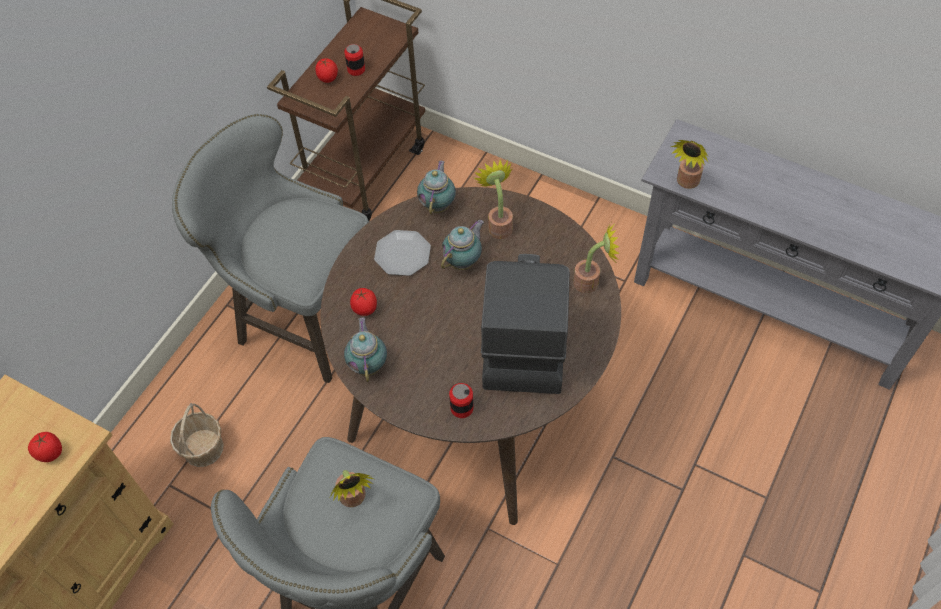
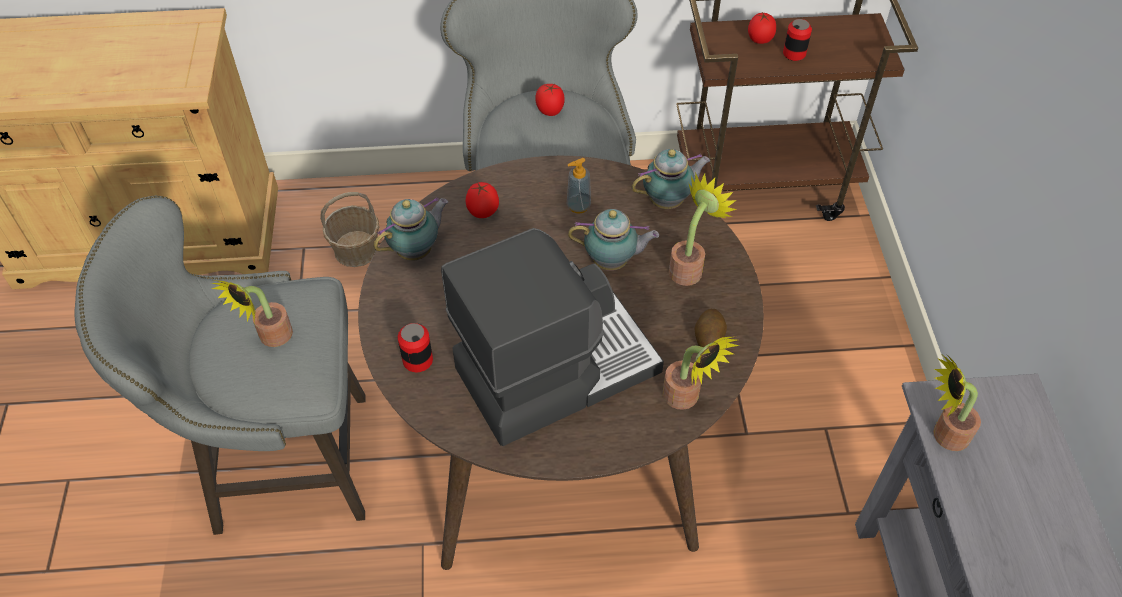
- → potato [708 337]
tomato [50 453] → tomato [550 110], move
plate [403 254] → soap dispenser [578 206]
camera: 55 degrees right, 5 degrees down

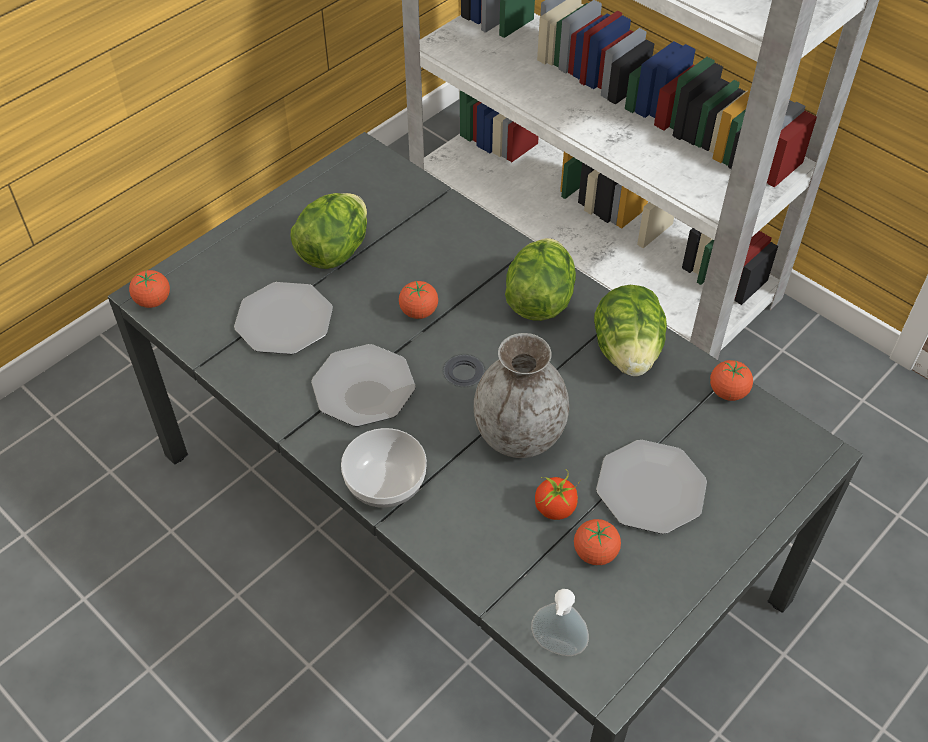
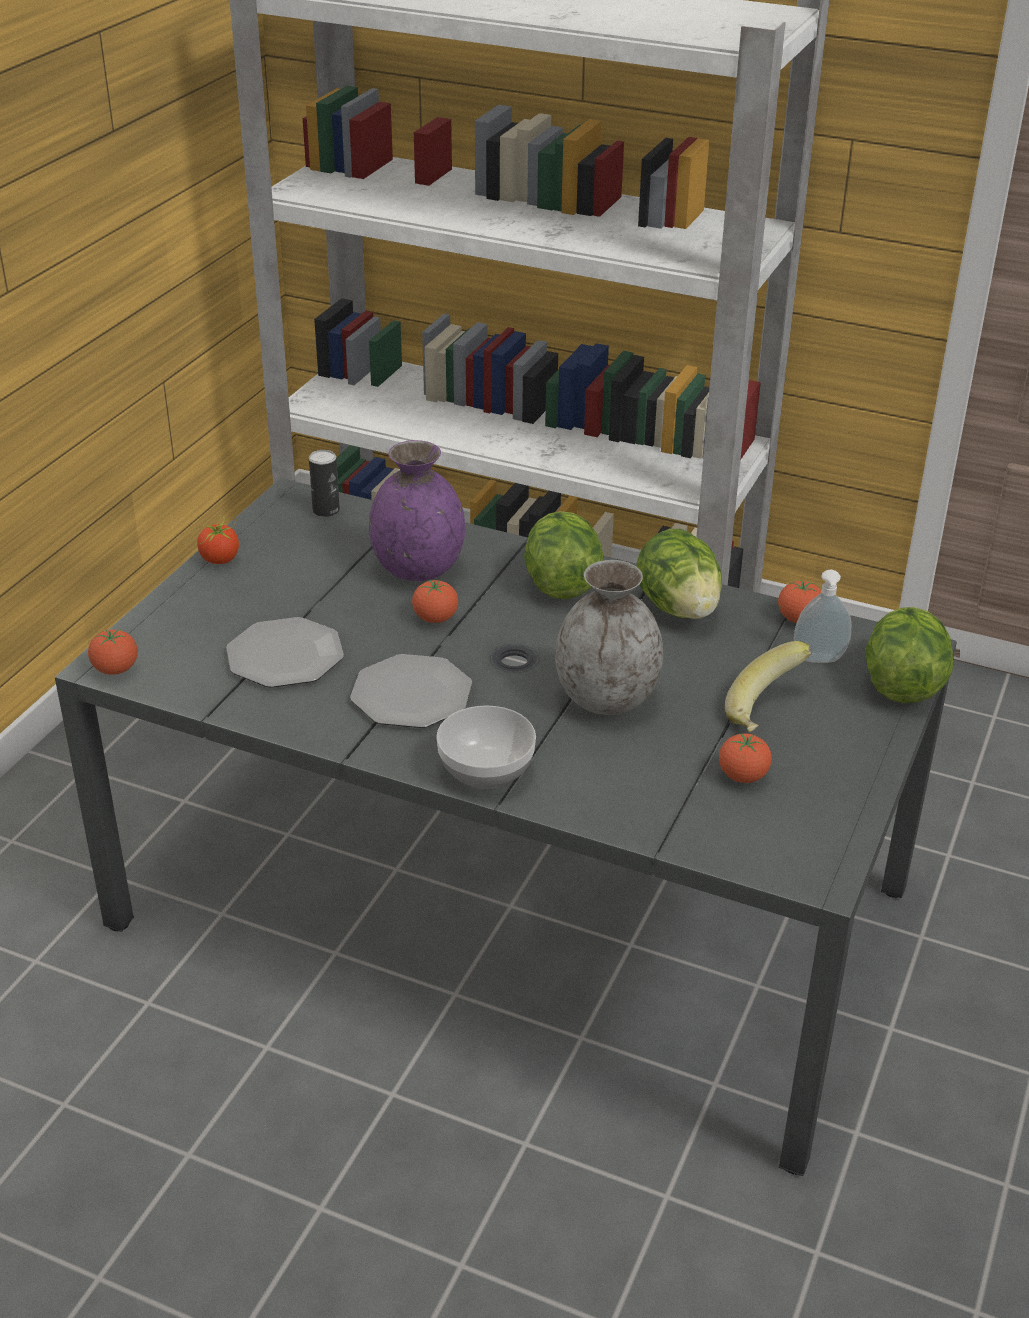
- → can [326 510]
- → purple vase [417 568]
lettuce [334 251] → lettuce [902 685], move
soap dispenser [556 648] → soap dispenser [819 660], move
tomato [555 508] → tomato [220 559], move
plate [650 488] → banana [767 712]
camera: 20 degrees left, 15 degrees down

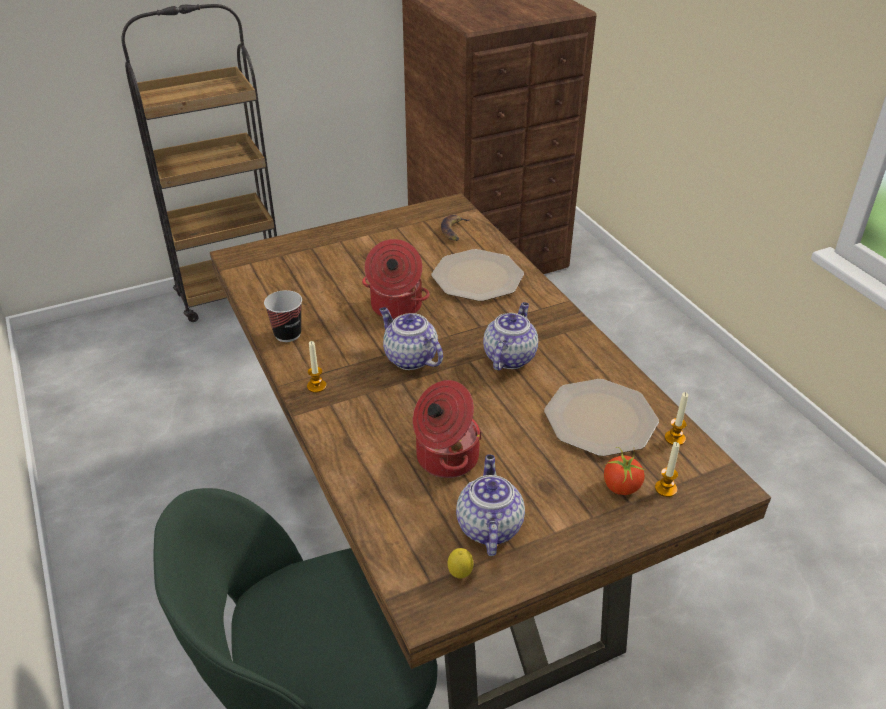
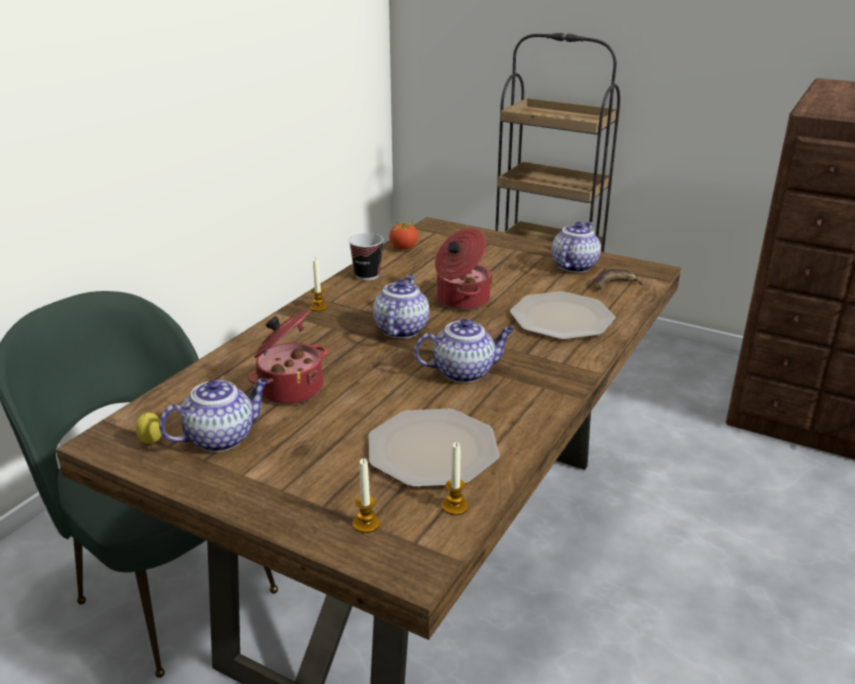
- → teapot [574 266]
tomato [621 487] → tomato [404 247], move
camera: 55 degrees right, 10 degrees down

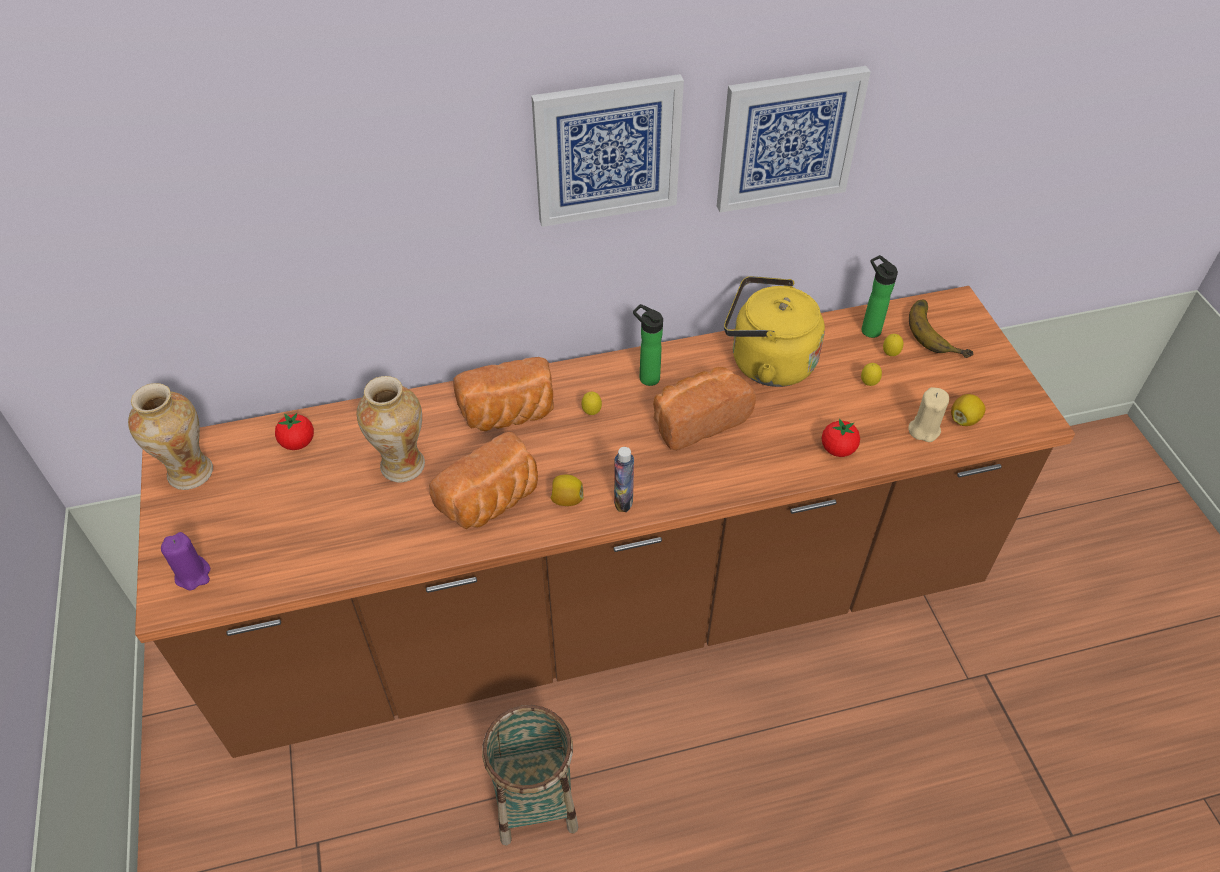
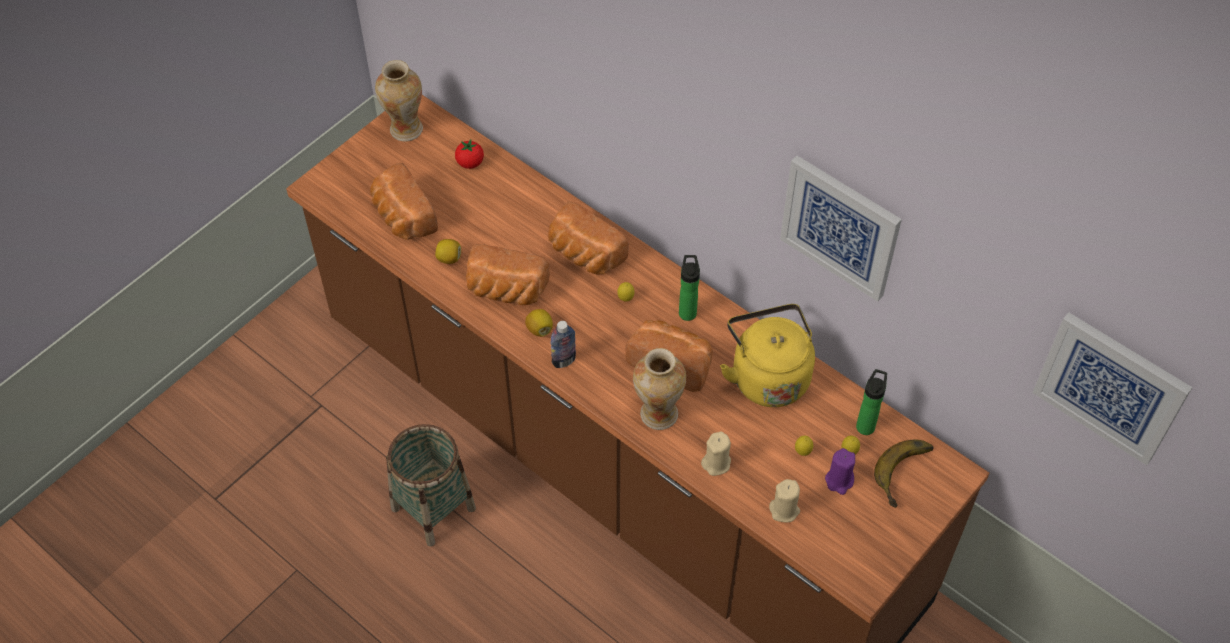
- → bread [402 217]
purple candle [193 575] → purple candle [839 481], move
vase [402 466] → vase [657 414], move
picture [606 150] → picture [1111 386], move
lemon [964 419] → lemon [449 258], move
tomato [838 449] → beige candle [716 463]
camera: 55 degrees right, 5 degrees up

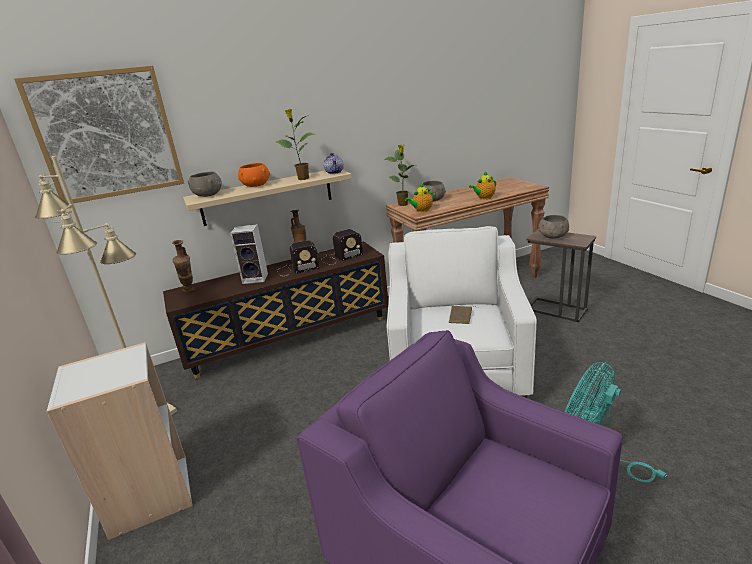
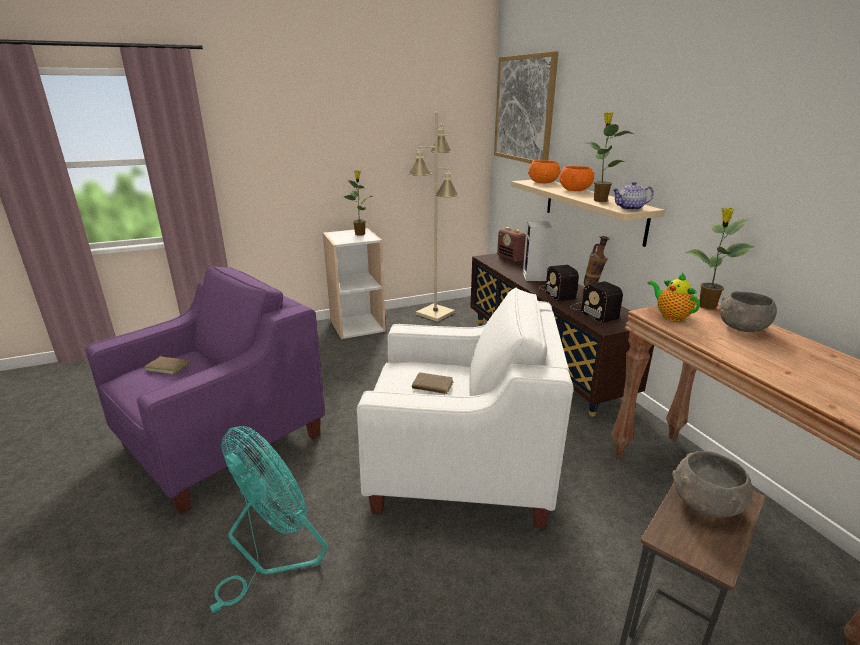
teapot [484 198] → -
- → brown book [169 366]
- → potted plant [360 233]
vase [190 291] → radio [510 258]
grey bowl [208 195] → orange bowl [543 182]
camera: 90 degrees right, 0 degrees up

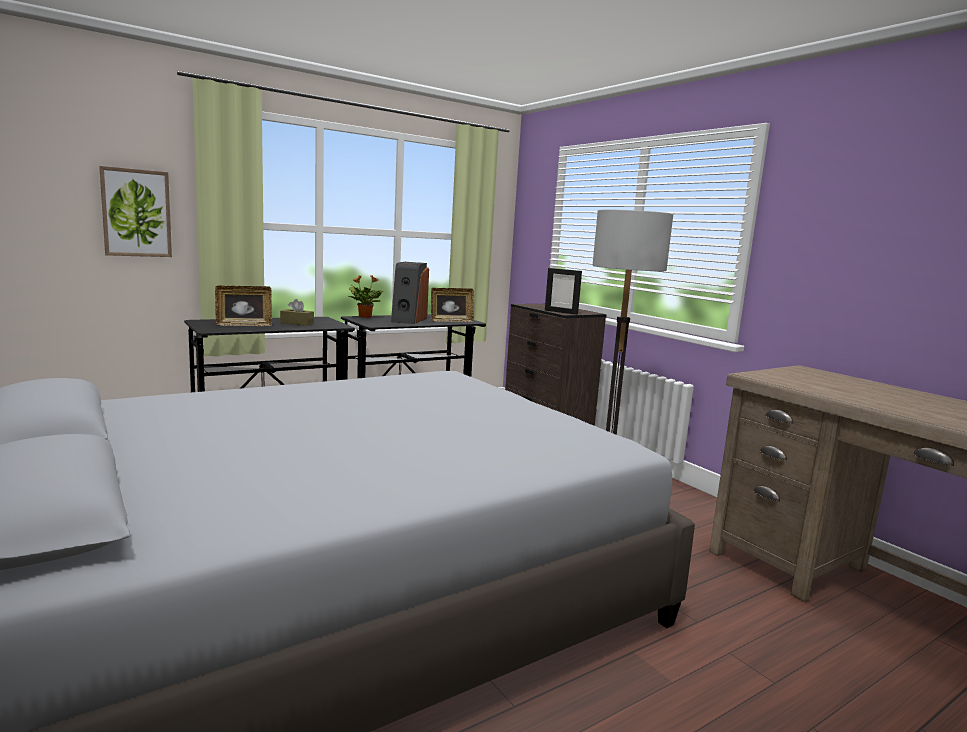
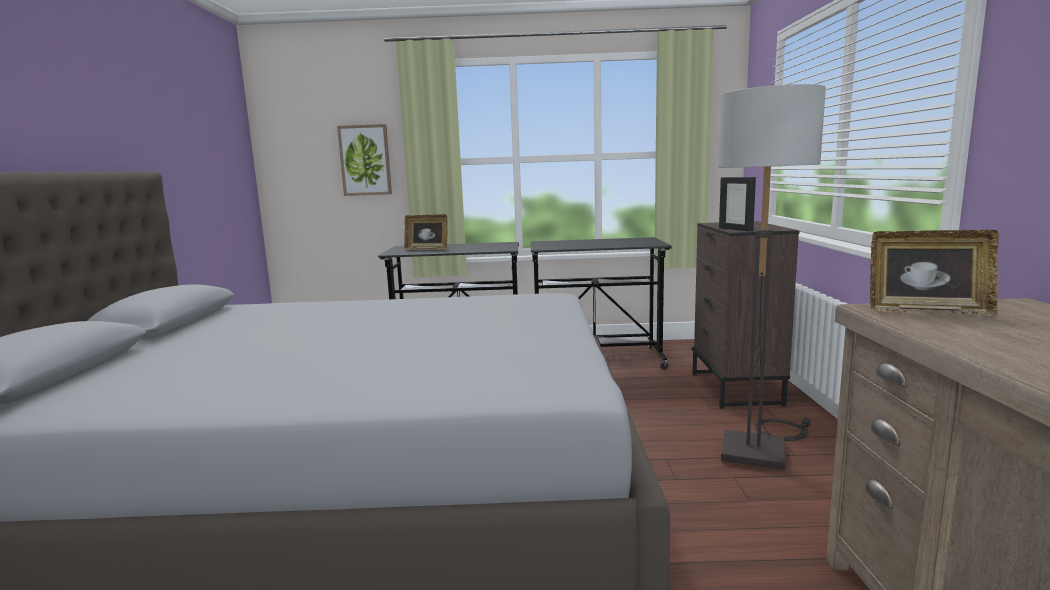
brown tissue box [297 323] → -
potted plant [364 317] → -
speaker [408 320] → -
picture frame [451 321] → picture frame [927 311], move
camera: 35 degrees right, 0 degrees up

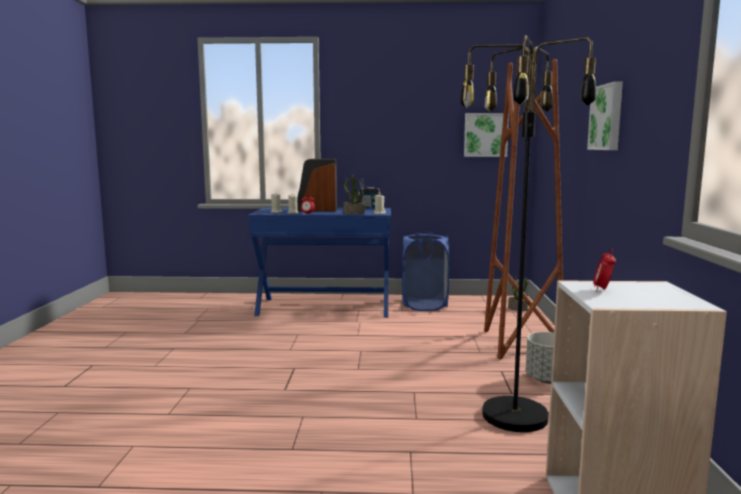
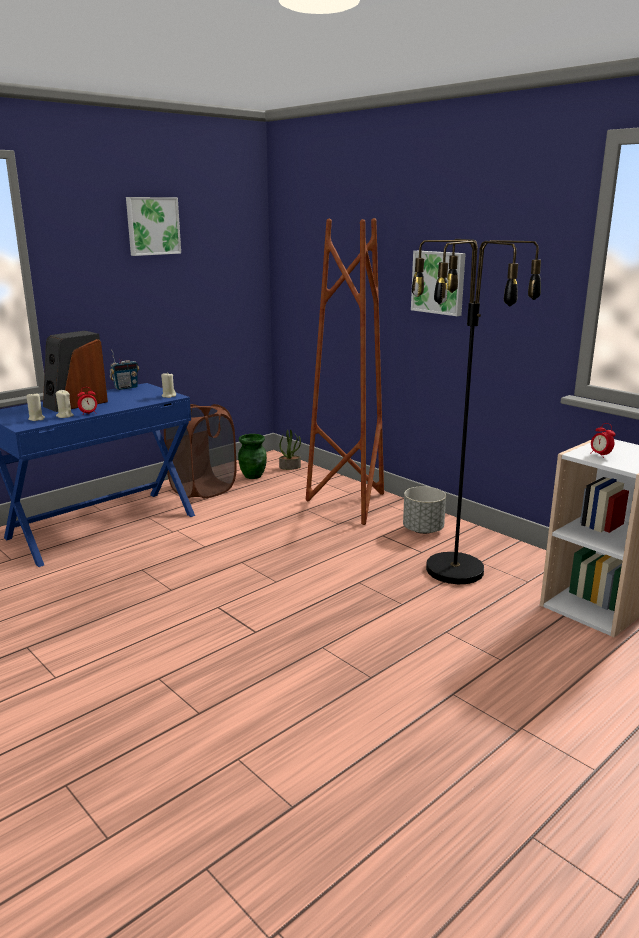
potted plant [353 213] → -
- → green vase [253 476]
picture [485 135] → picture [152 226], move
blue laundry basket [424 305] → brown laundry basket [202 489]
camera: 45 degrees left, 10 degrees up

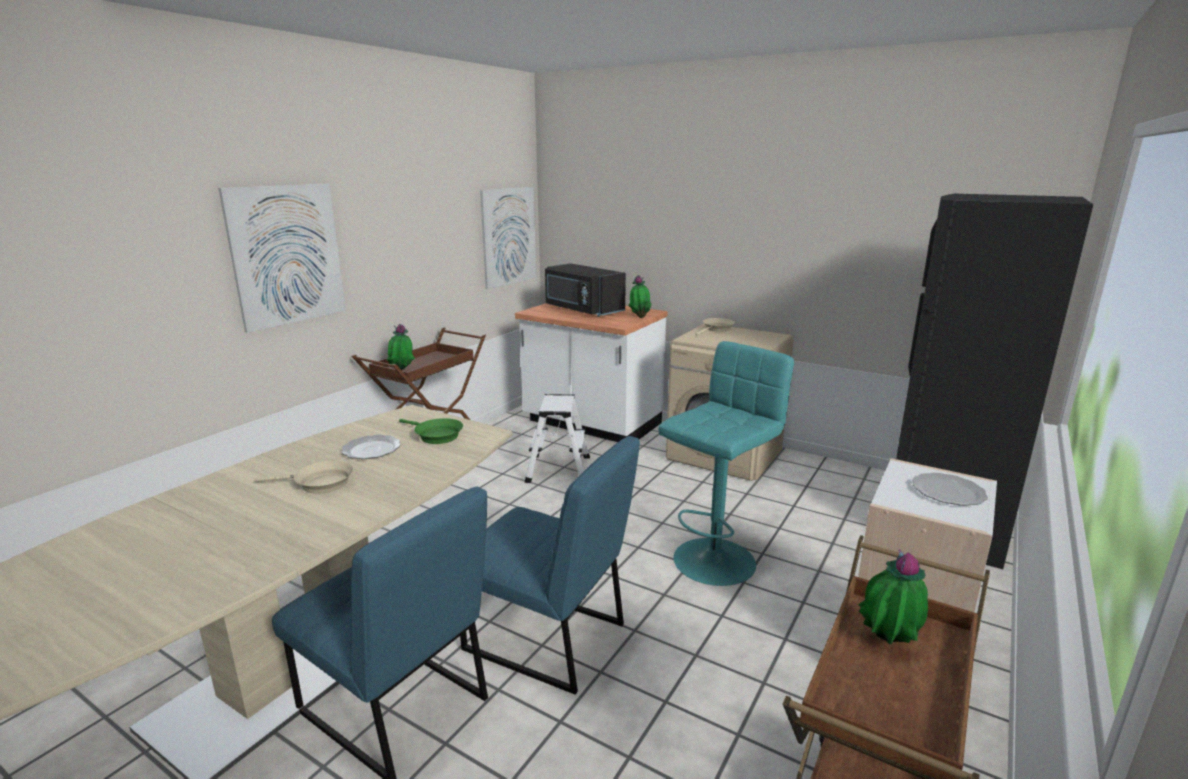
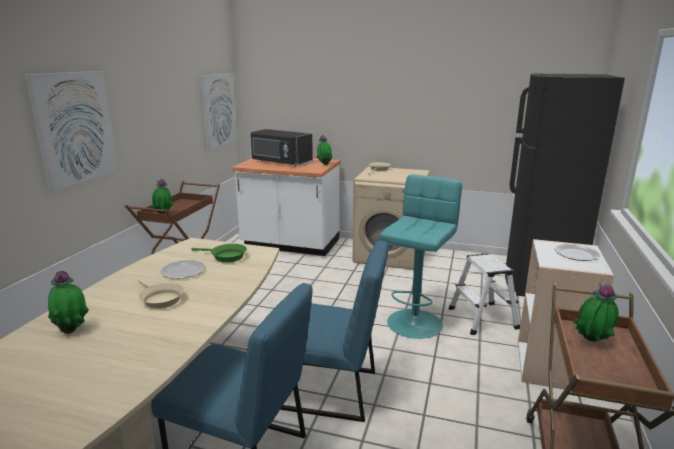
- → potted plant [72 330]
white step ladder [558 469] → white step ladder [482 318], move
beige frying pan [319 484] → beige frying pan [160 299], 60 degrees clockwise
camera: 15 degrees left, 0 degrees up

